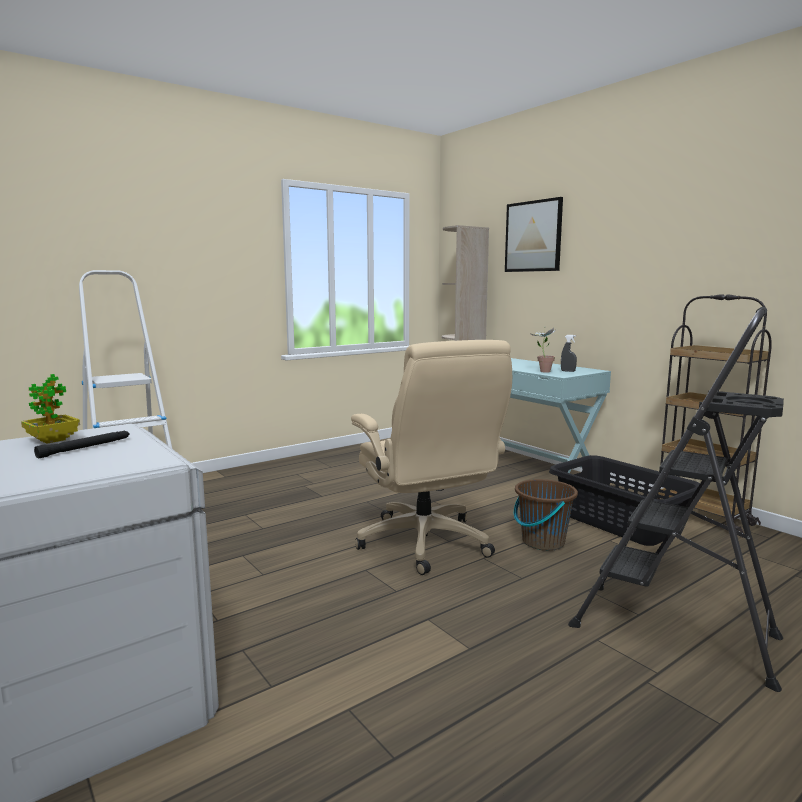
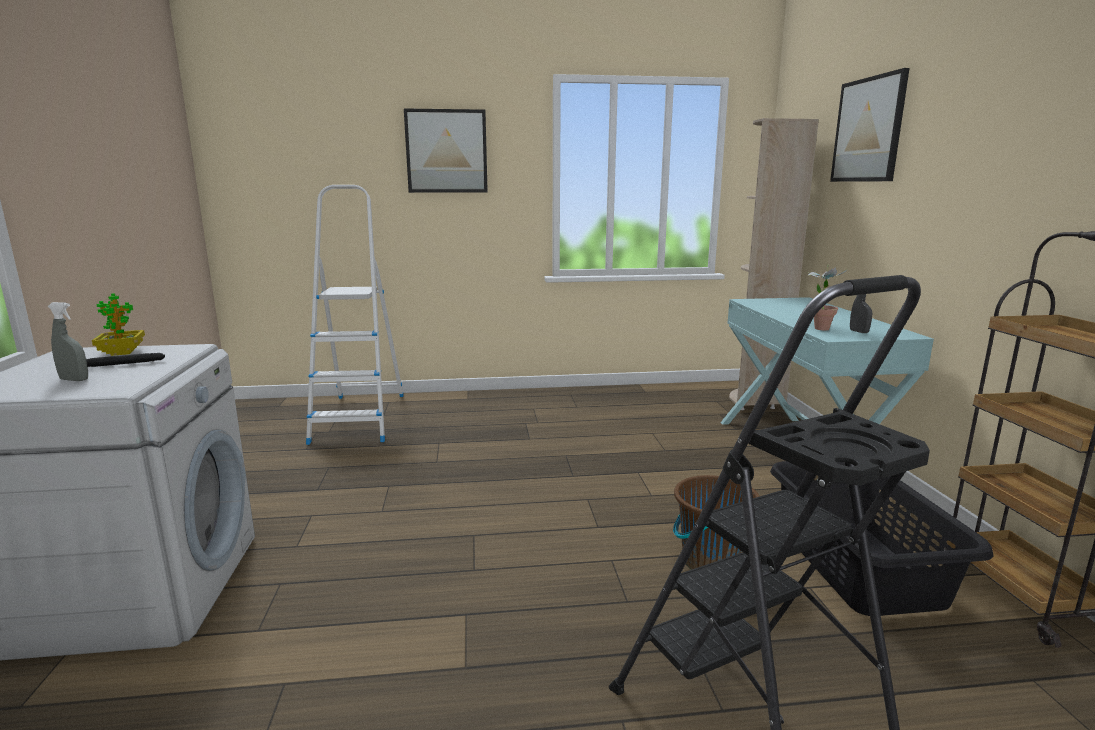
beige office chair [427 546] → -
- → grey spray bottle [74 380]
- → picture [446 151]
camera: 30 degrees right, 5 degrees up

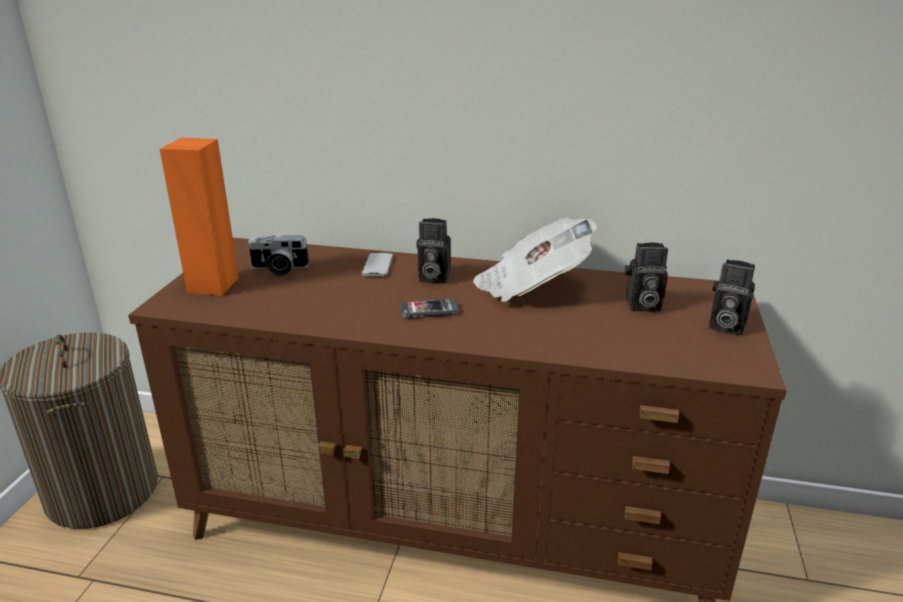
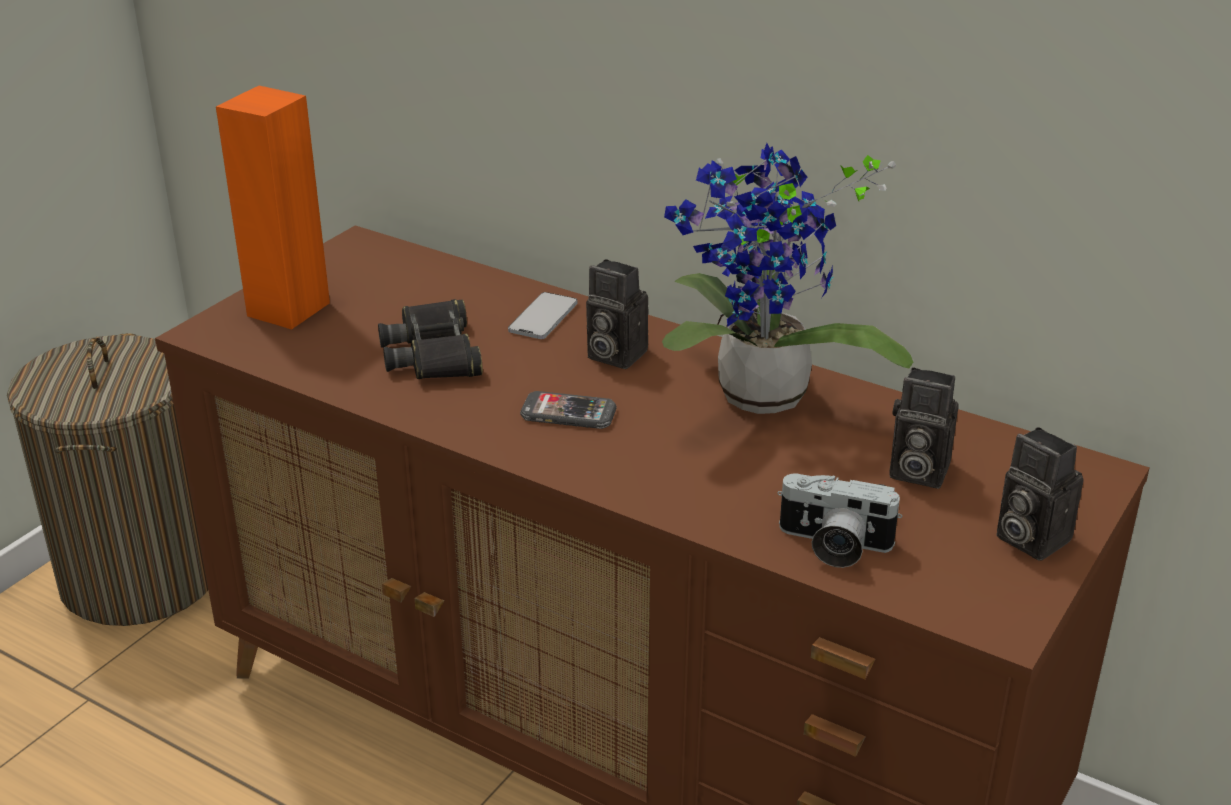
- → black binoculars [434 353]
photo camera [279 269] → photo camera [832 545], move
newspaper [531 286] → potted plant [758 401]
camera: 20 degrees right, 5 degrees up

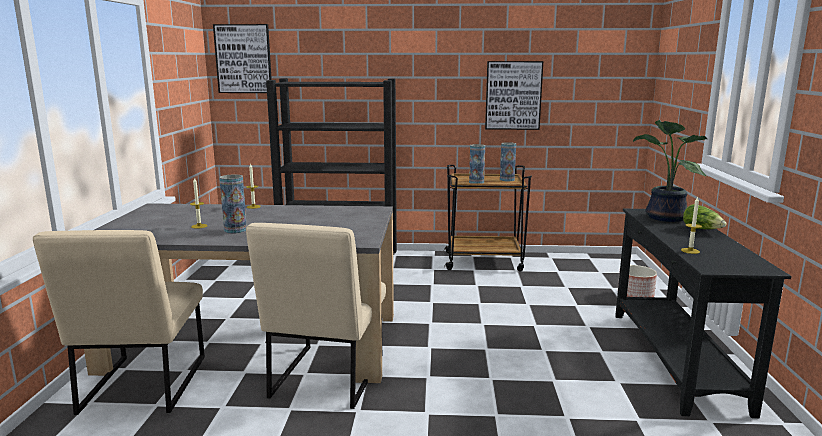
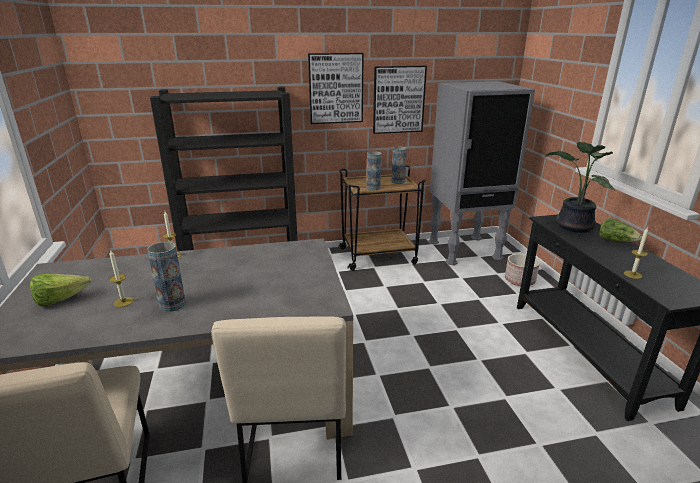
- → lettuce [60 300]
- → grey cabinet [465 250]
picture [243 59] → picture [335 88], move
camera: 15 degrees left, 10 degrees up

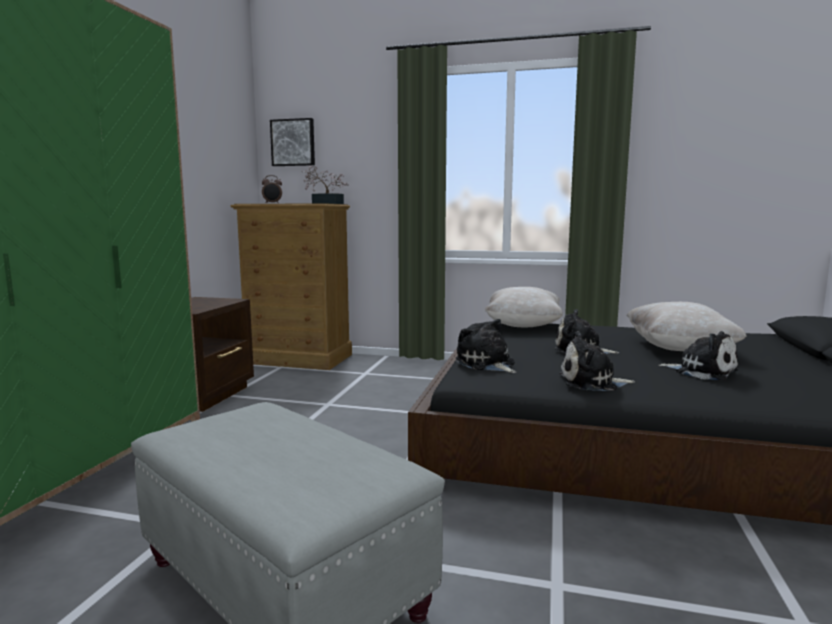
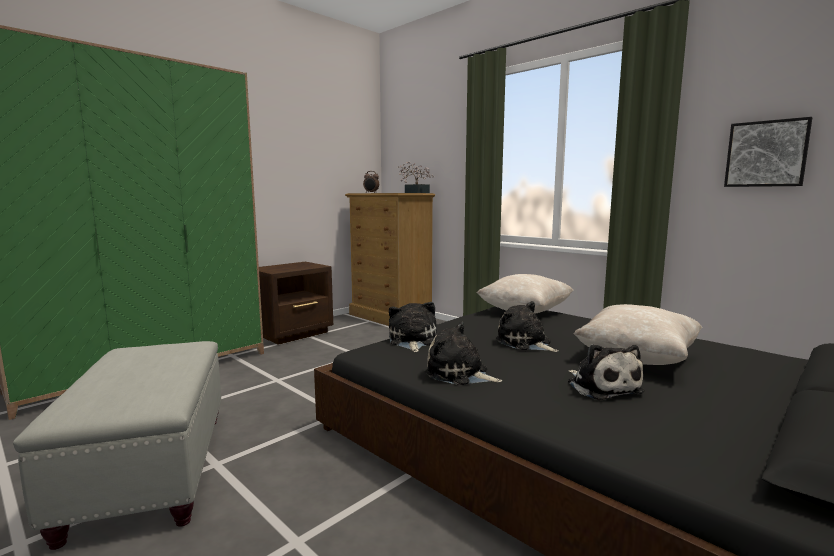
picture [293 142] → picture [766 154], move
camera: 30 degrees right, 0 degrees up

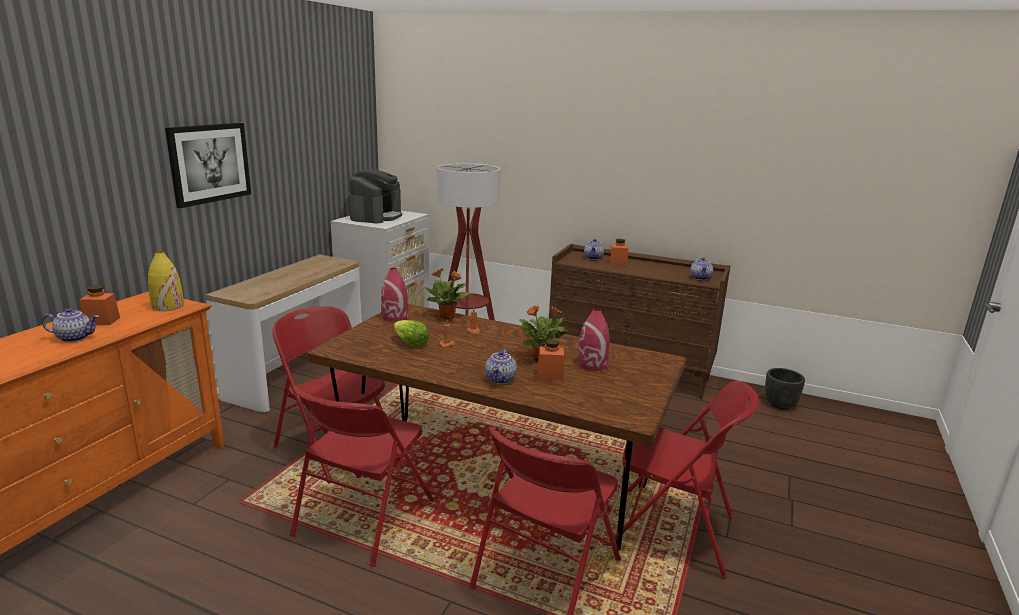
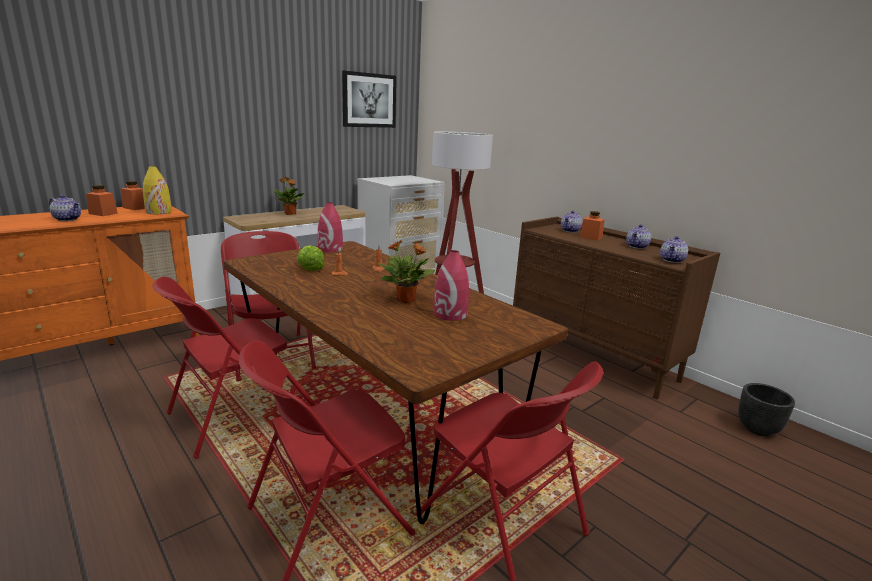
coffee machine [376 216] → -
picture [209 163] → picture [369 100], move
potted plant [447 317] → potted plant [290 214], move
teapot [501 380] → teapot [637 247], move
orange jar [550 375] → orange jar [135 208], move
camera: 25 degrees right, 0 degrees up

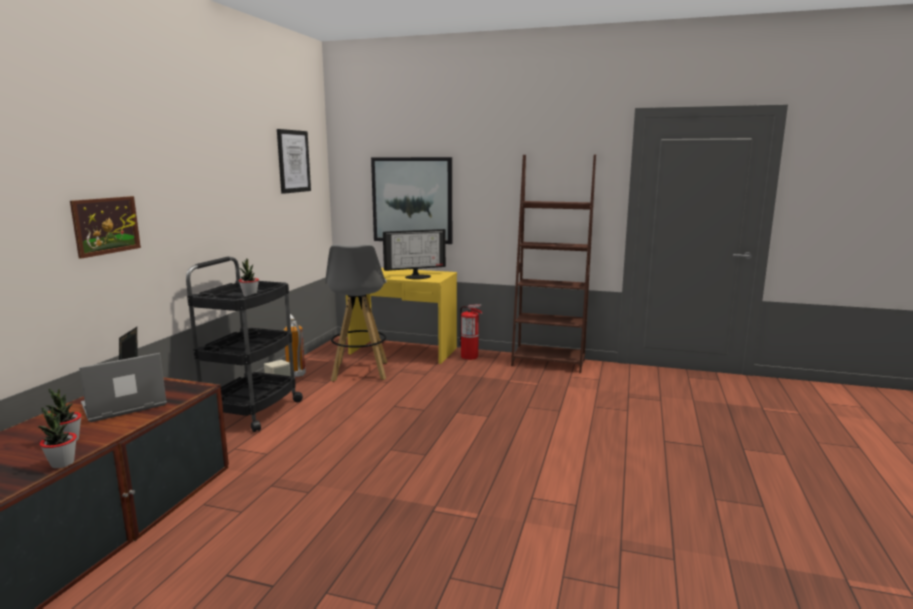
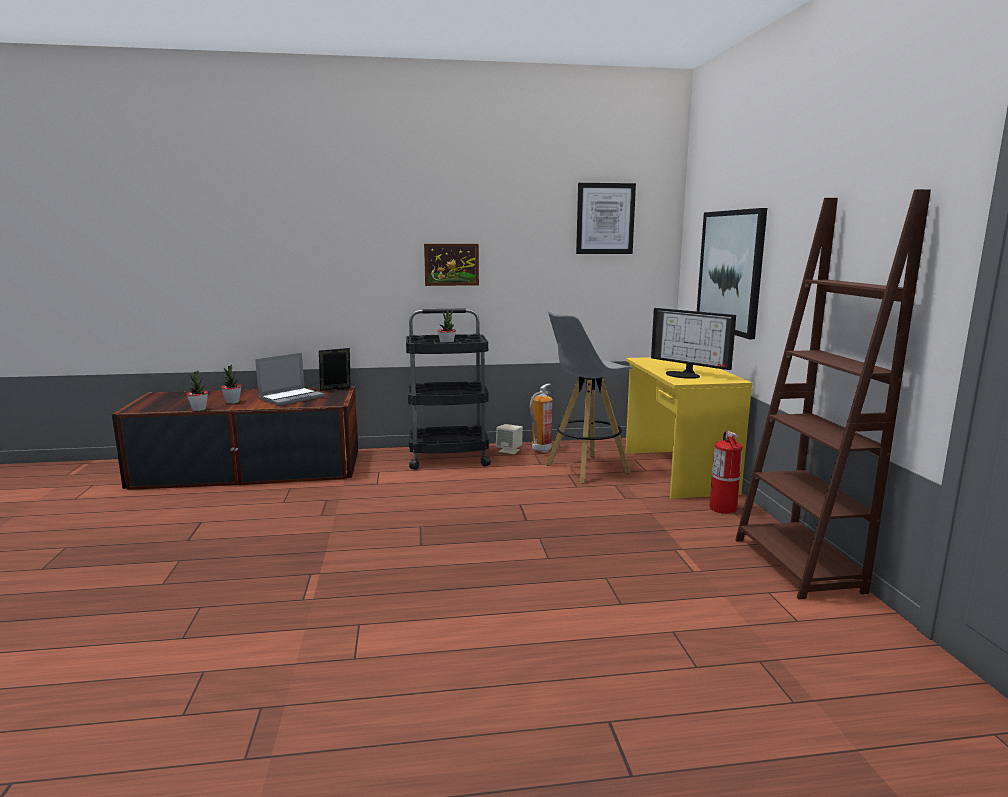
picture [106 225] → picture [451 264], move
laptop [123 406] → laptop [292 398], 105 degrees clockwise
camera: 65 degrees right, 0 degrees up

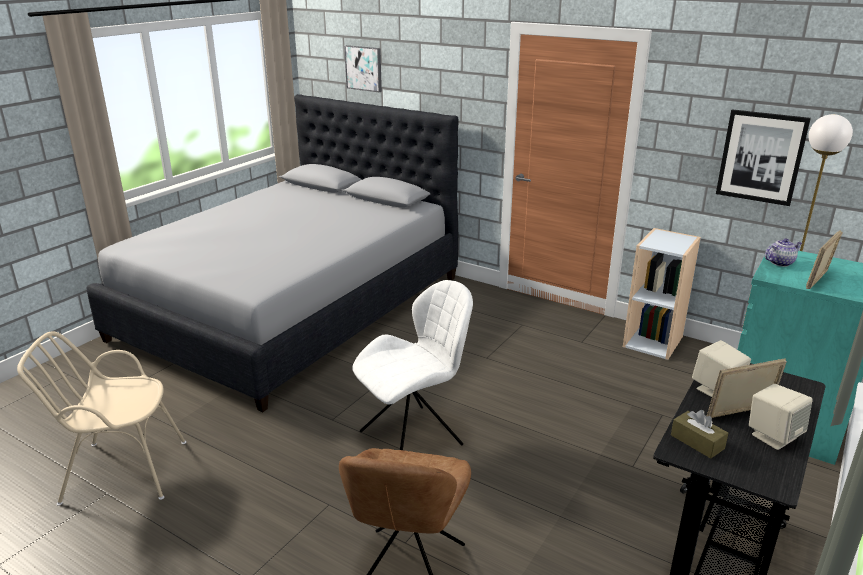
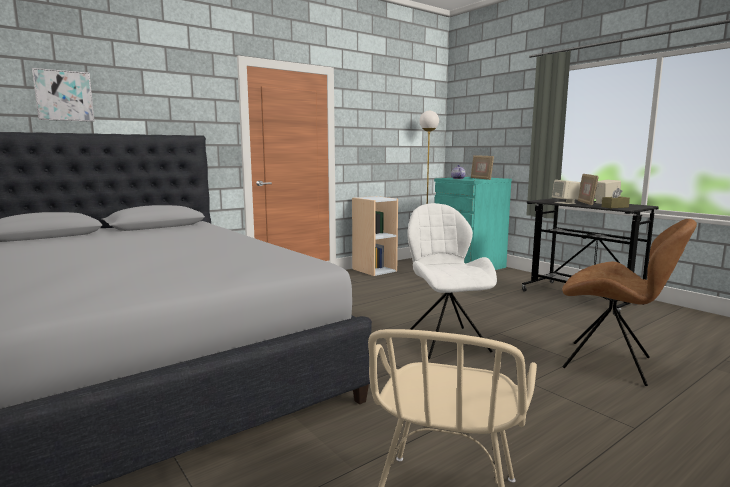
picture [761 157] → -
camera: 70 degrees left, 15 degrees down

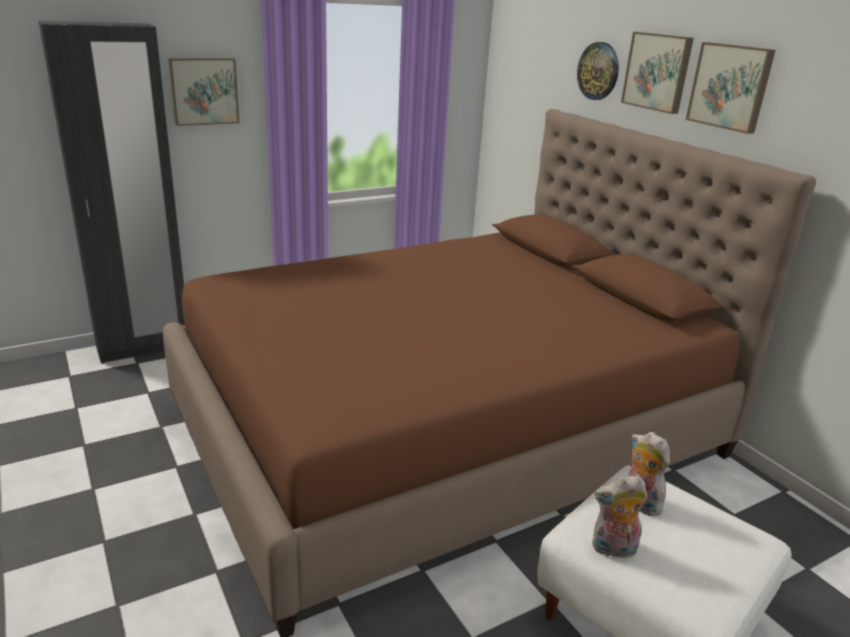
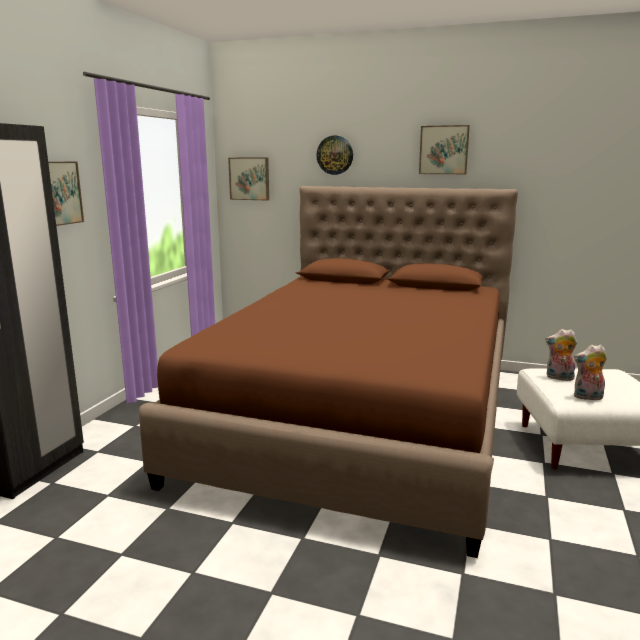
picture [658 72] → picture [250 178], move
plush toy [613 549] → plush toy [587 397], 45 degrees clockwise
camera: 40 degrees left, 10 degrees down

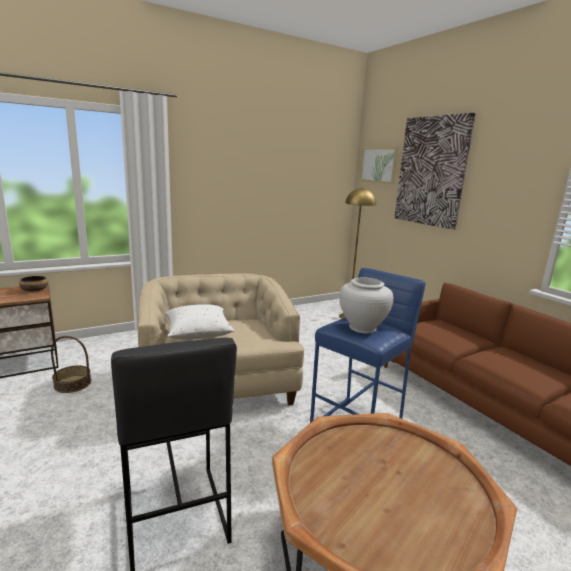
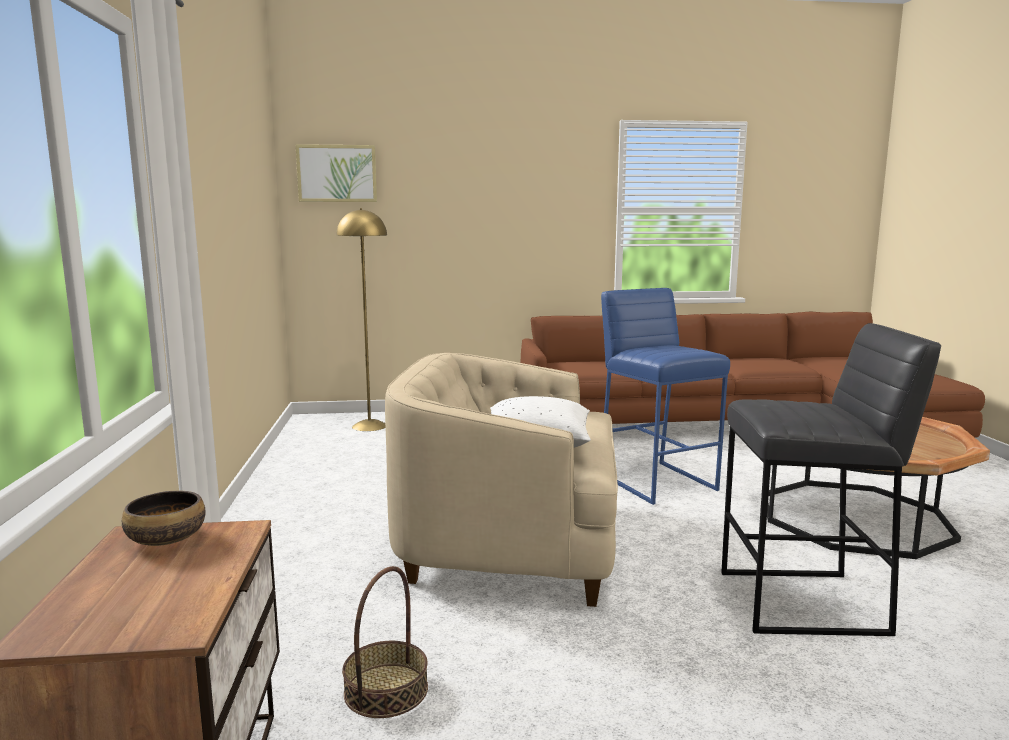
white vase [362 328] → -
picture [431 171] → -
camera: 65 degrees left, 5 degrees down

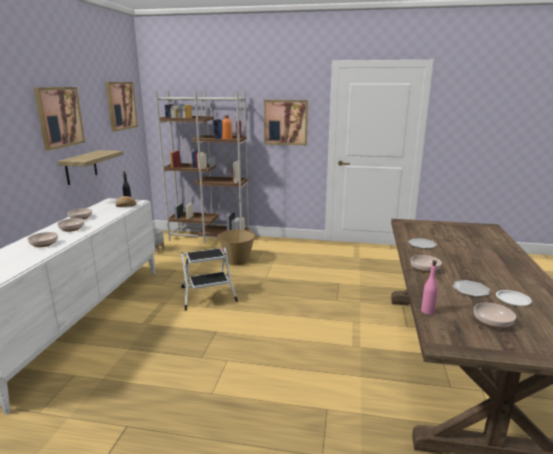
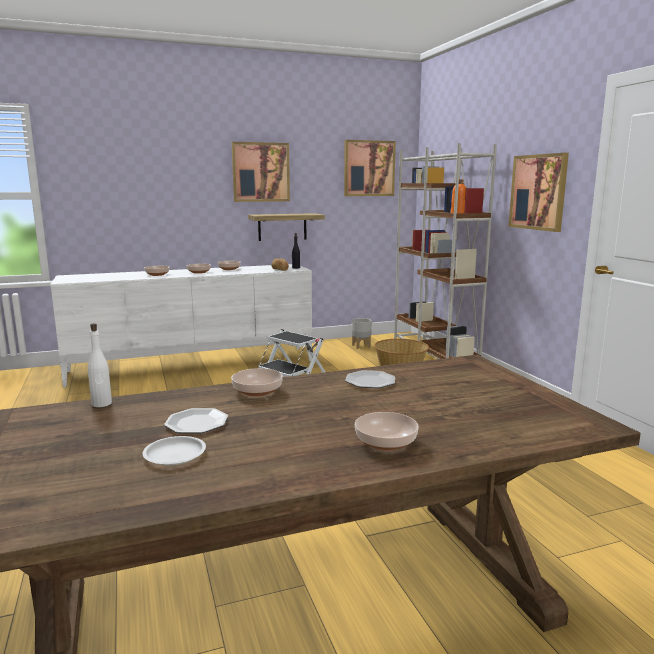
bowl [493 322] → bowl [386 443], move
pink bottle [428 311] → white bottle [101 404]
camera: 60 degrees right, 5 degrees down

